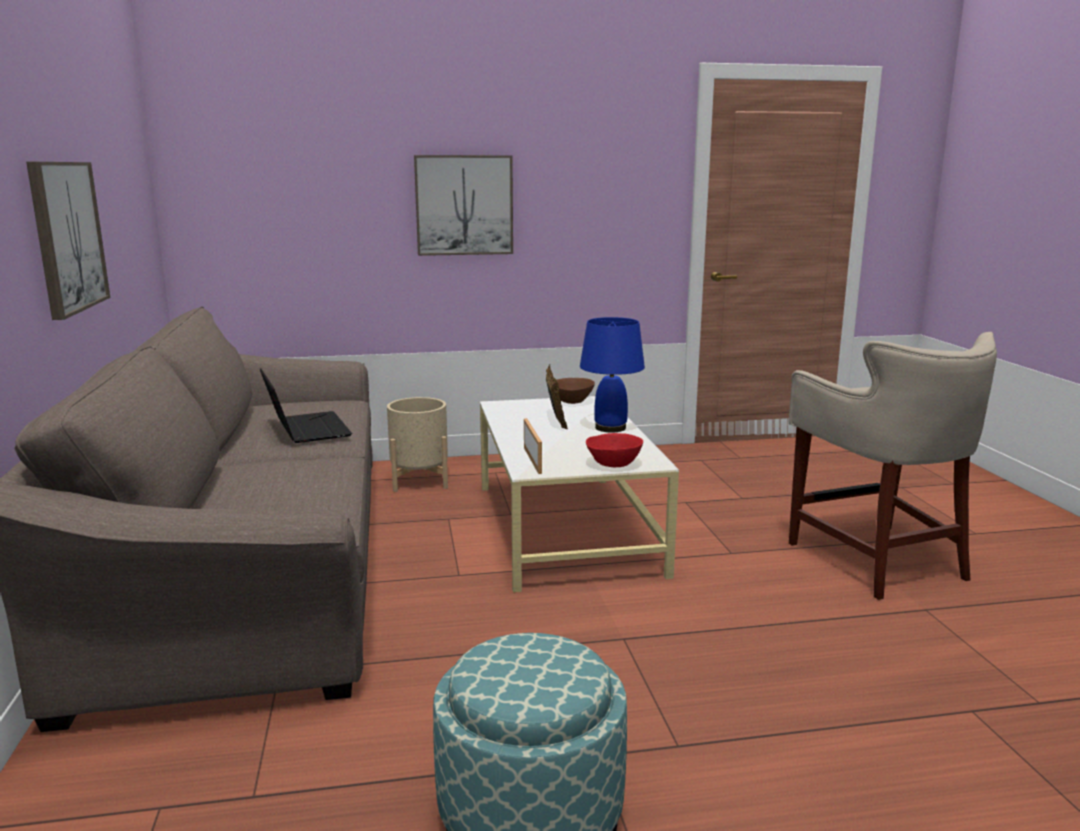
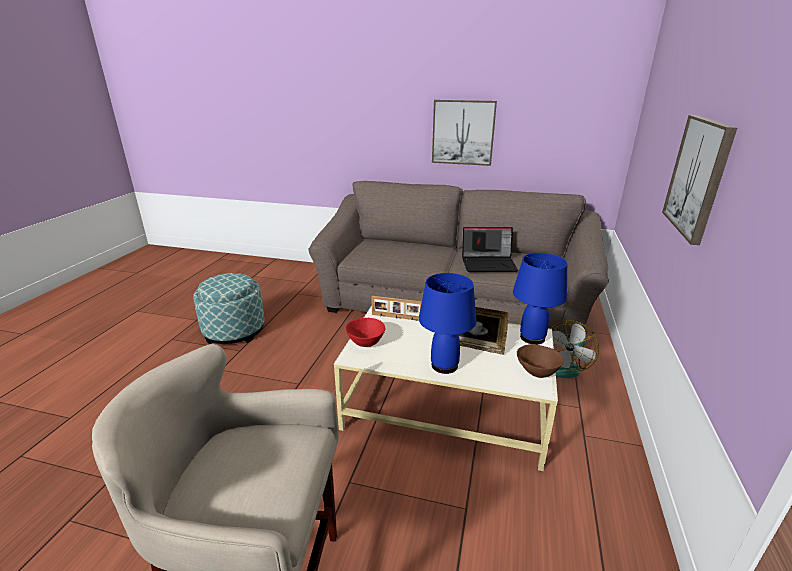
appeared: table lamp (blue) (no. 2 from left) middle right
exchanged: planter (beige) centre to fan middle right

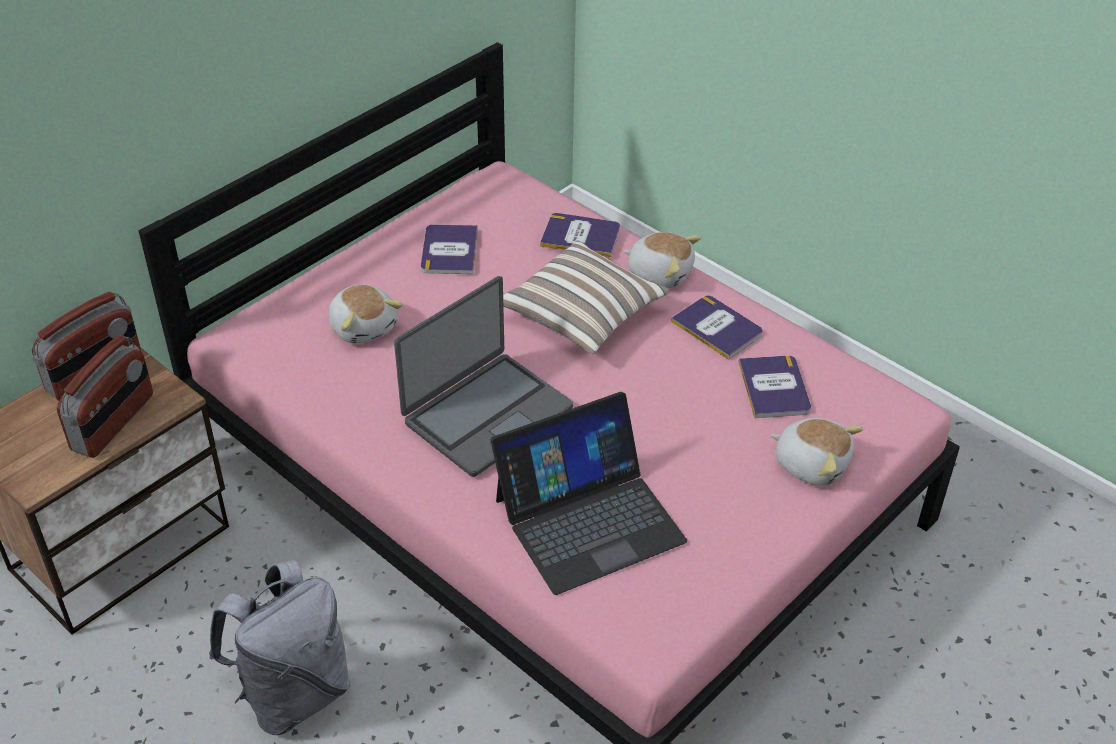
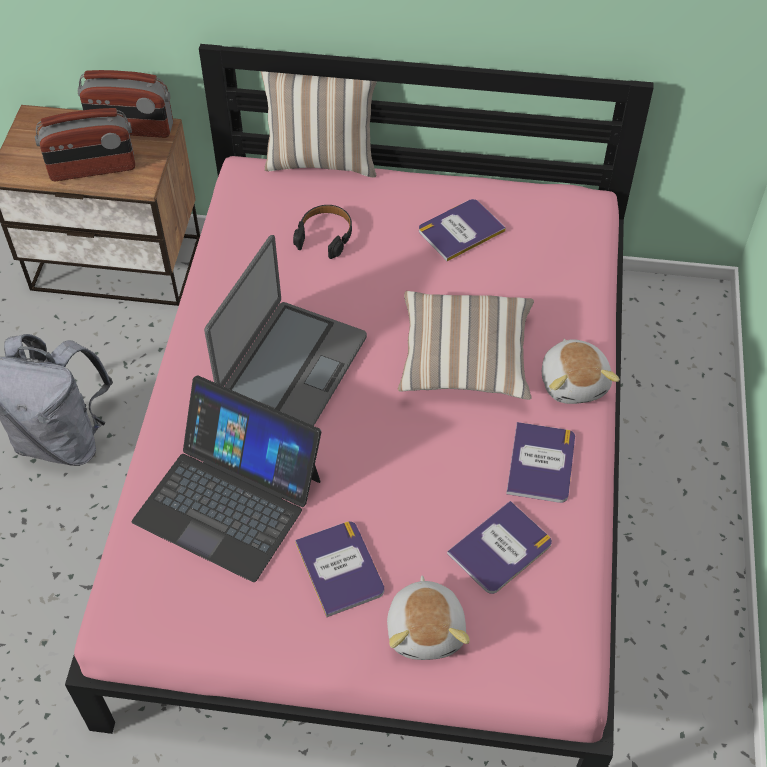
appeared: pillow (no. 1 from left) top centre
relocated: book (no. 2 from left in the first image) top centre to book (no. 1 from left) bottom centre
exchanged: plush toy (no. 1 from left) middle left to headphones (black) top centre
spun: laptop (no. 1 from left in the first image) centre = centre 75 degrees counterclockwise

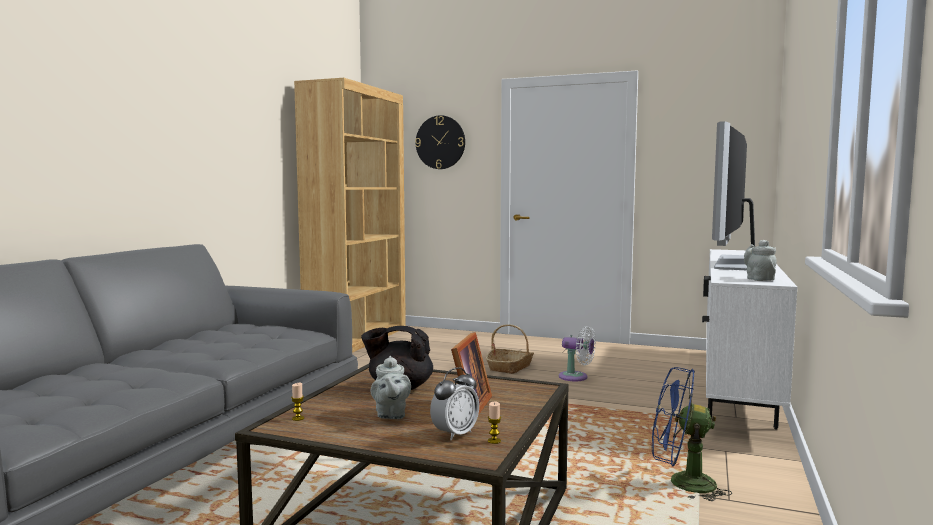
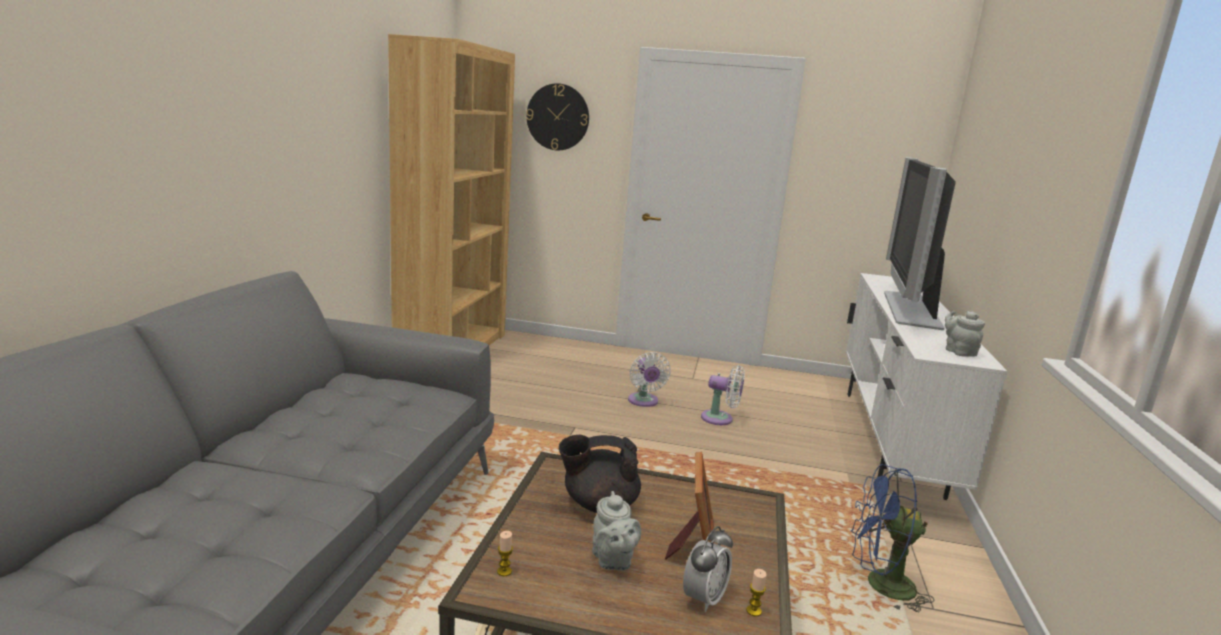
exchanged: basket centre to fan (white) (no. 1 from left) centre

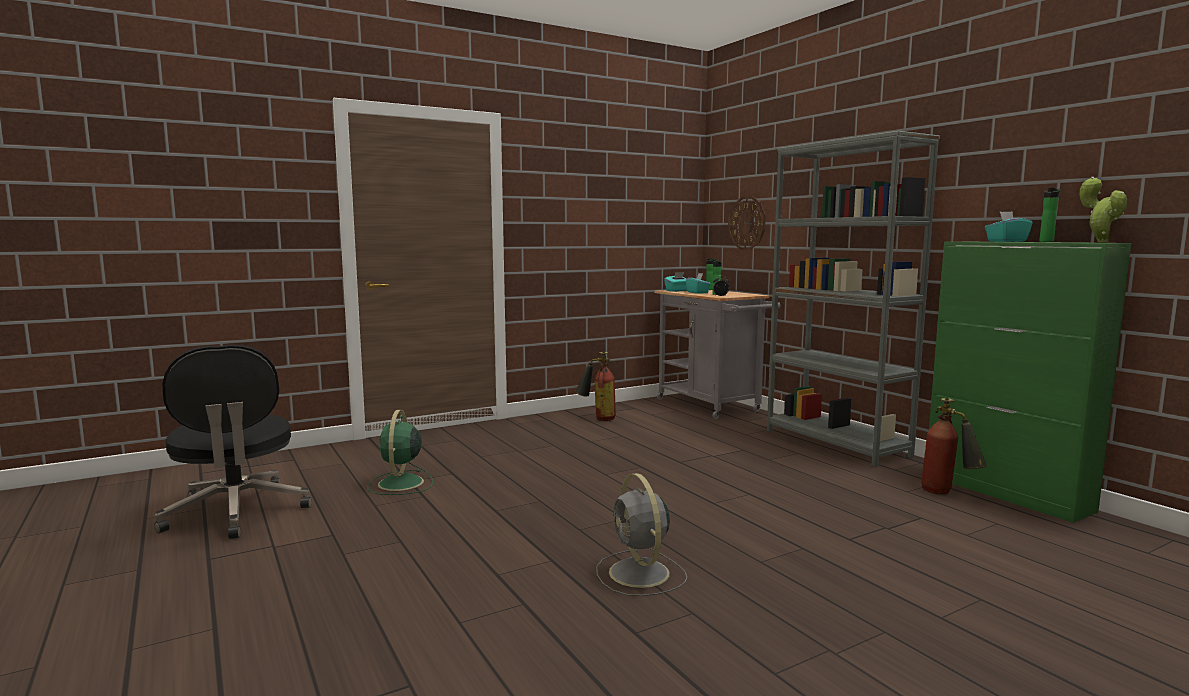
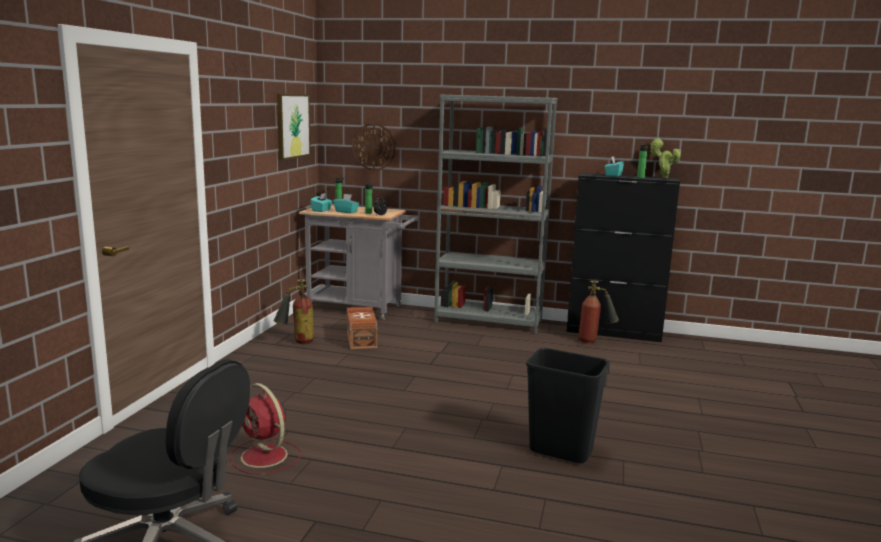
appeared: picture top centre; storage box (brown) centre
exchanged: fan (grey) bottom centre to trash can (black) bottom centre
colour: fan (green) centre to fan (red) bottom left; cabinet (green) middle right to cabinet (black) middle right

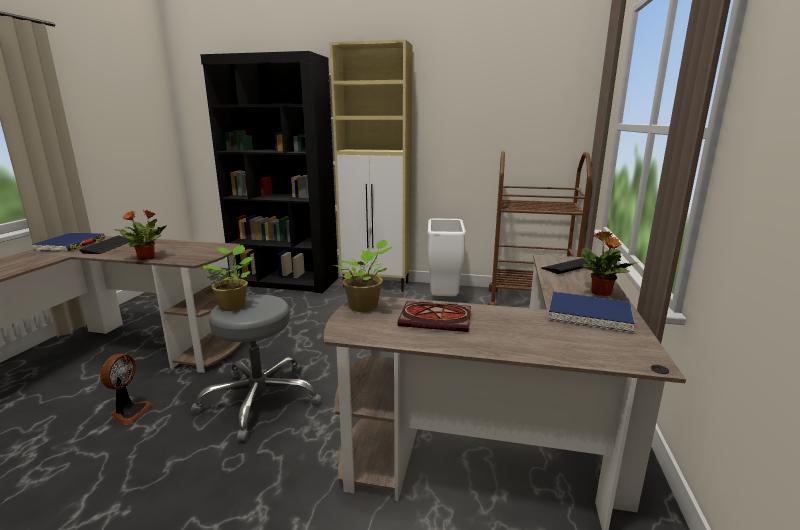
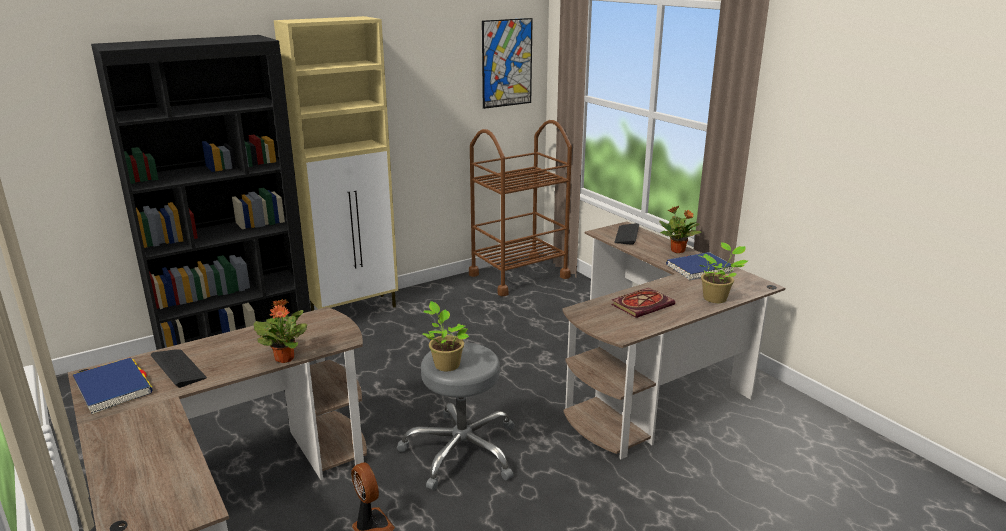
missing: trash can (white) centre
appeared: picture top centre
relocated: potted plant (no. 3 from left in the first image) centre to potted plant (no. 4 from left) middle right

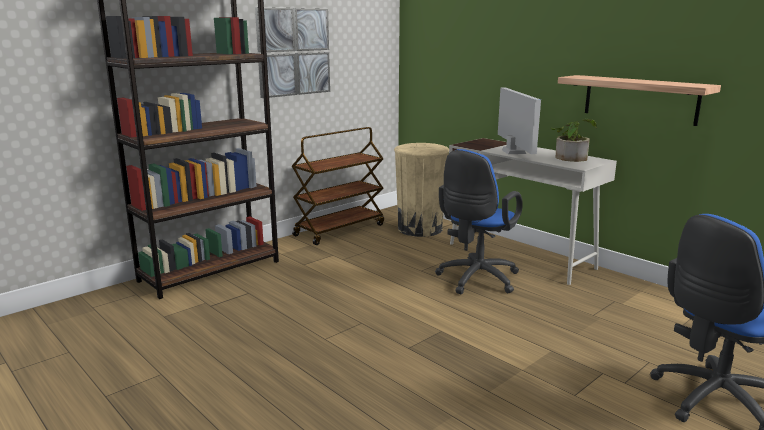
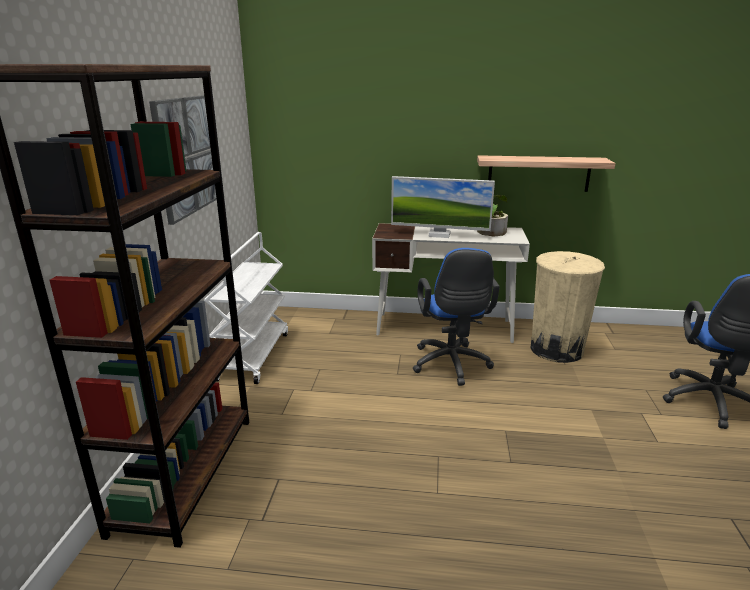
relocated: trash can (beige) centre to middle right
colour: cart (brown) centre to cart (white) middle left
spun: monitor top right = centre 150 degrees clockwise

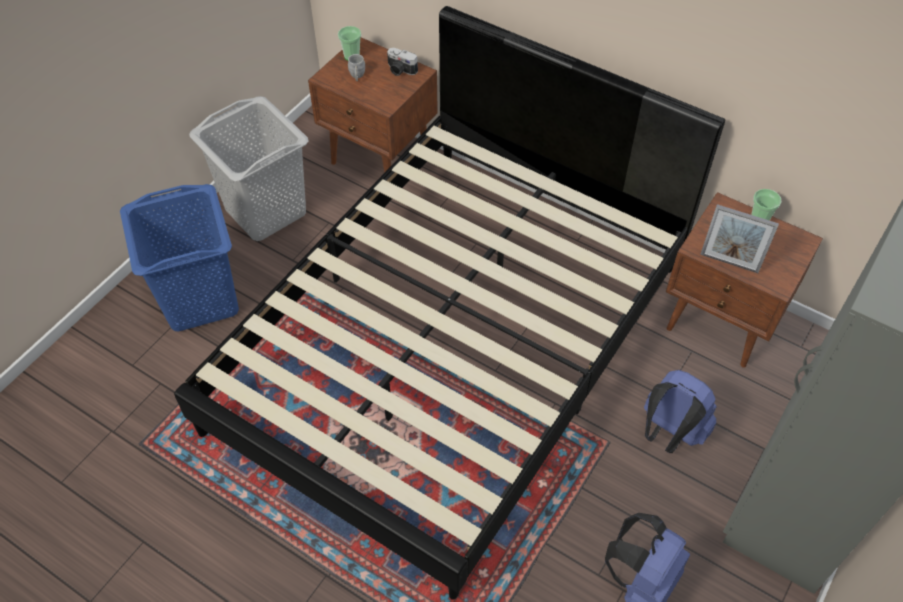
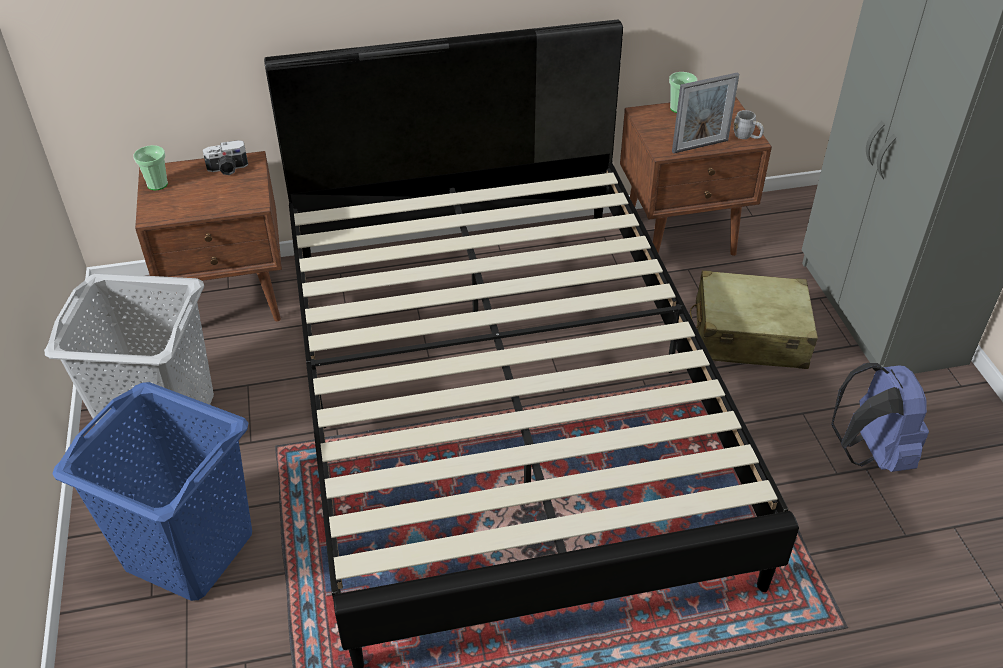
relocated: mug (grey) top centre to top right
exchanged: backpack (blue) (no. 2 from left) bottom right to suitcase (beige) middle right

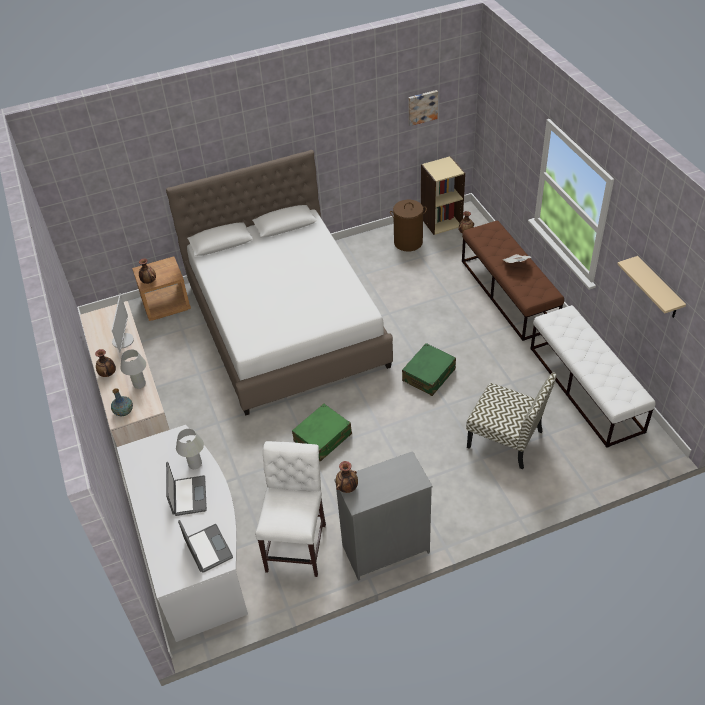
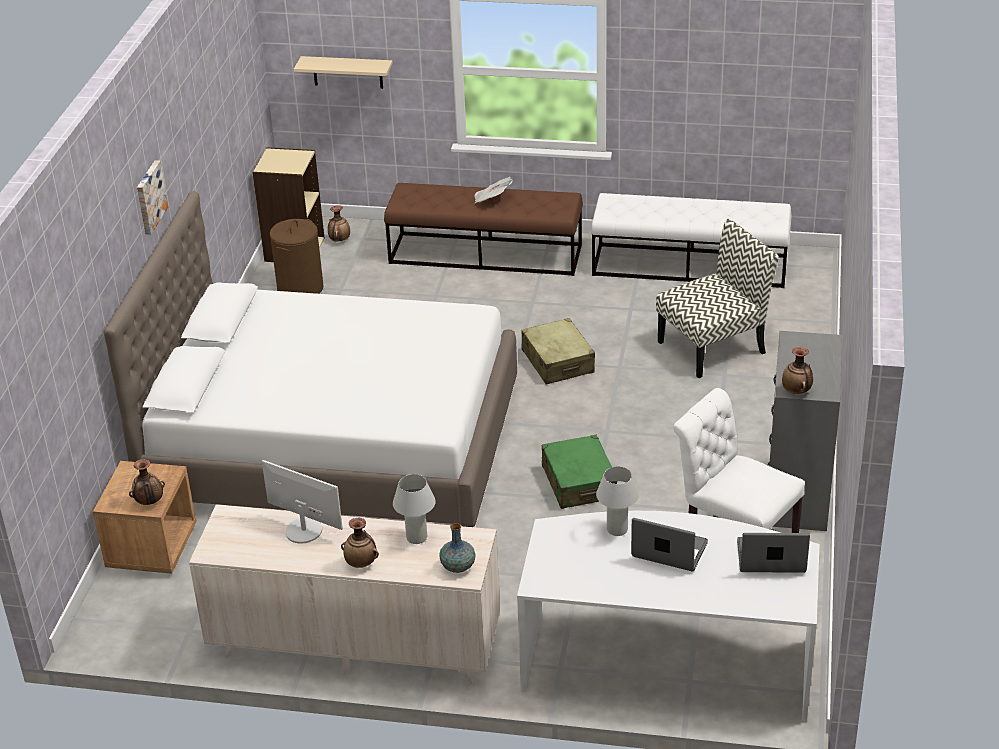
relocated: picture top centre to top left; shelf (beige) middle right to top centre
colour: suitcase (green) (no. 2 from left) centre to suitcase (beige) centre

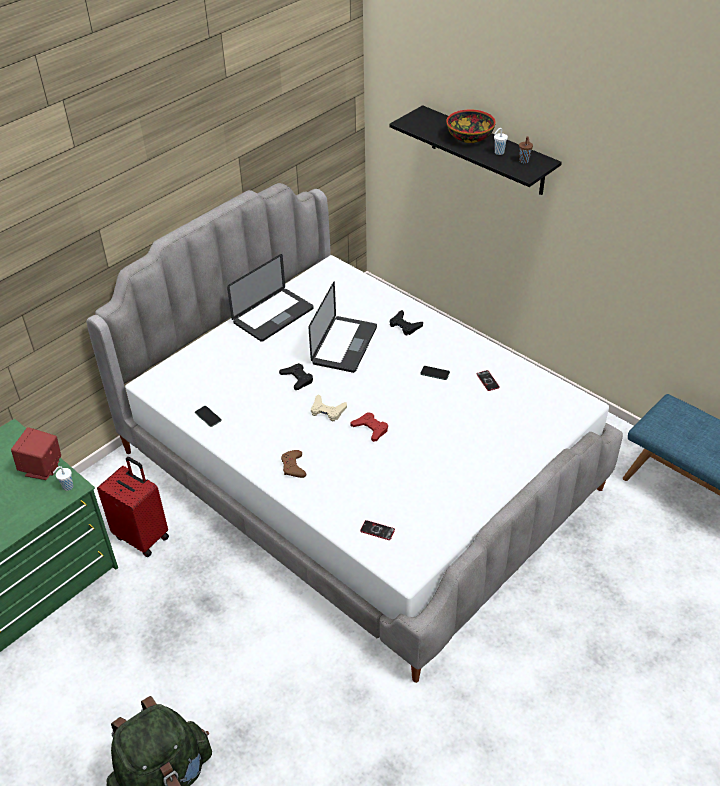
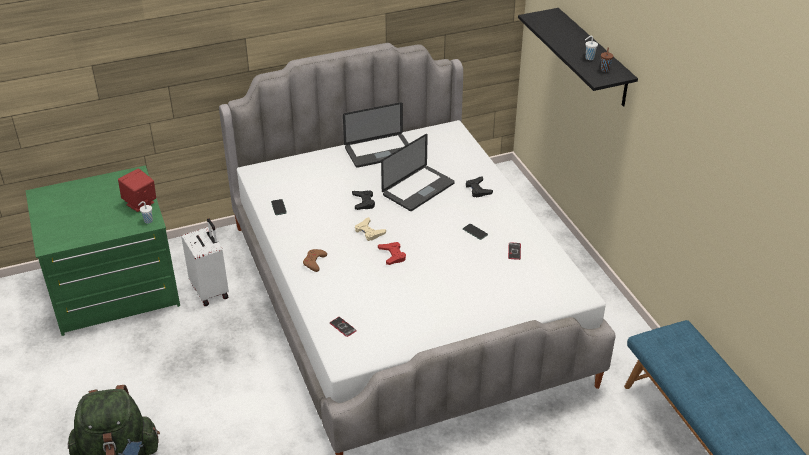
missing: bowl top centre
colour: suitcase (red) middle left to suitcase (white) middle left

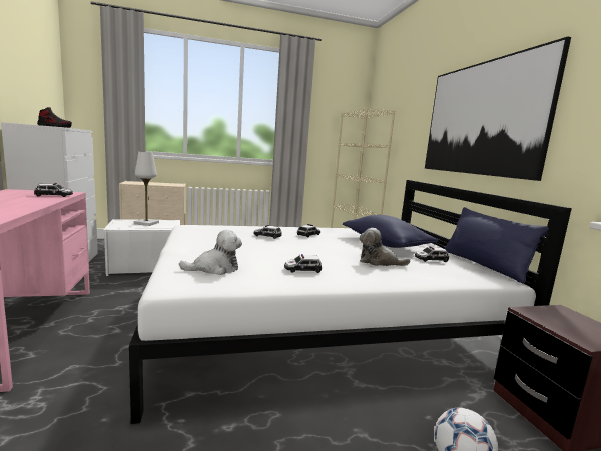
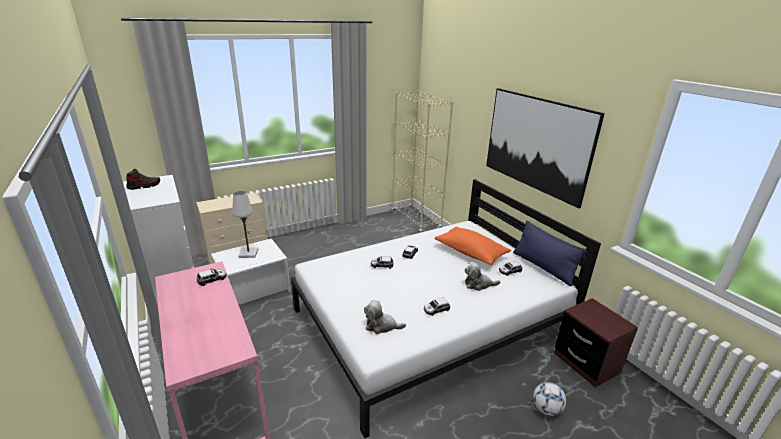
colour: pillow (blue) (no. 1 from left) centre to pillow (orange) centre
spun: plush toy (no. 1 from left) centre = bottom centre 135 degrees counterclockwise

